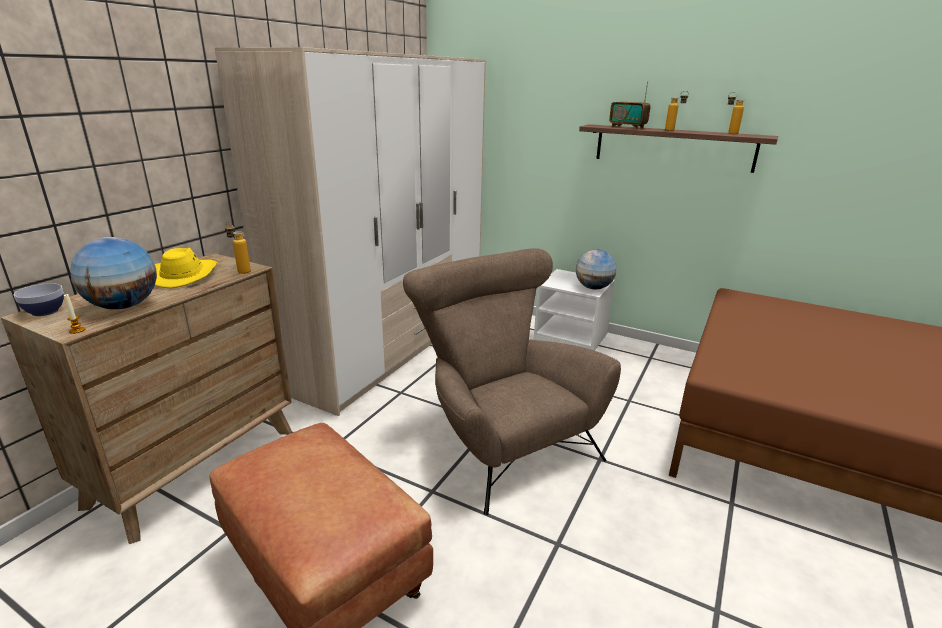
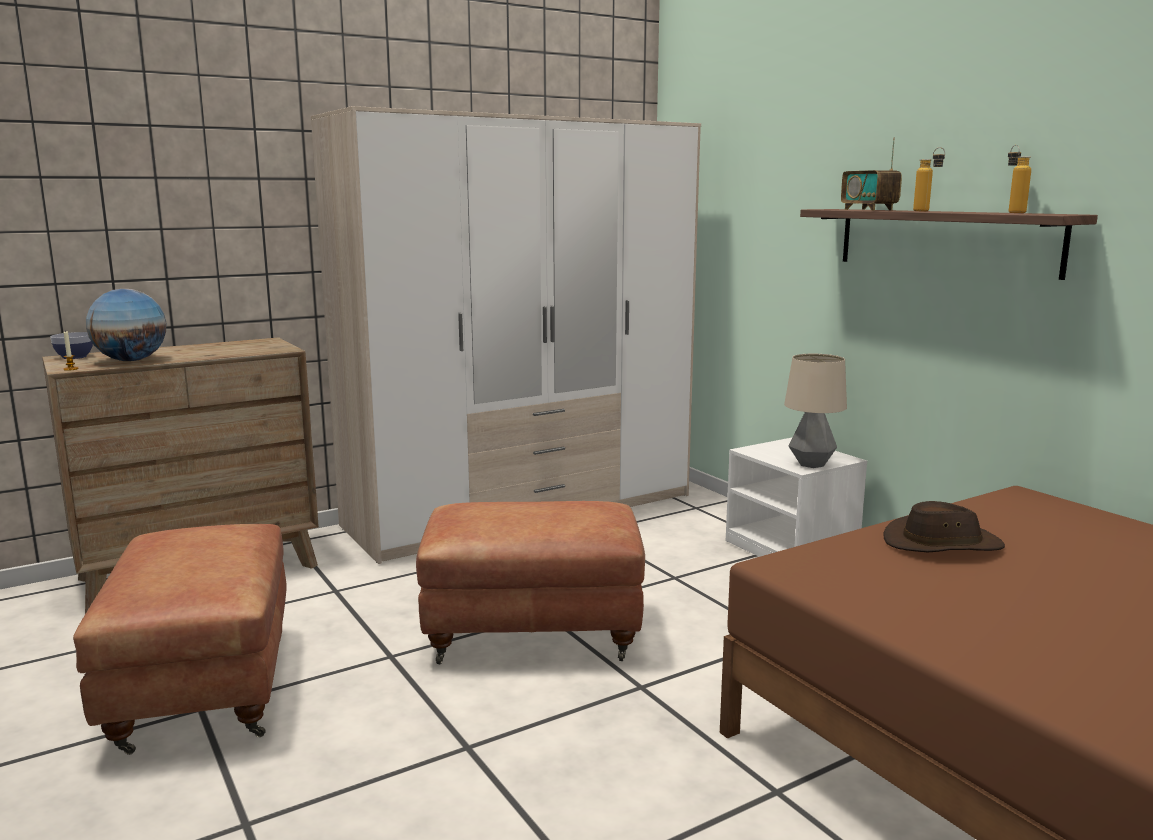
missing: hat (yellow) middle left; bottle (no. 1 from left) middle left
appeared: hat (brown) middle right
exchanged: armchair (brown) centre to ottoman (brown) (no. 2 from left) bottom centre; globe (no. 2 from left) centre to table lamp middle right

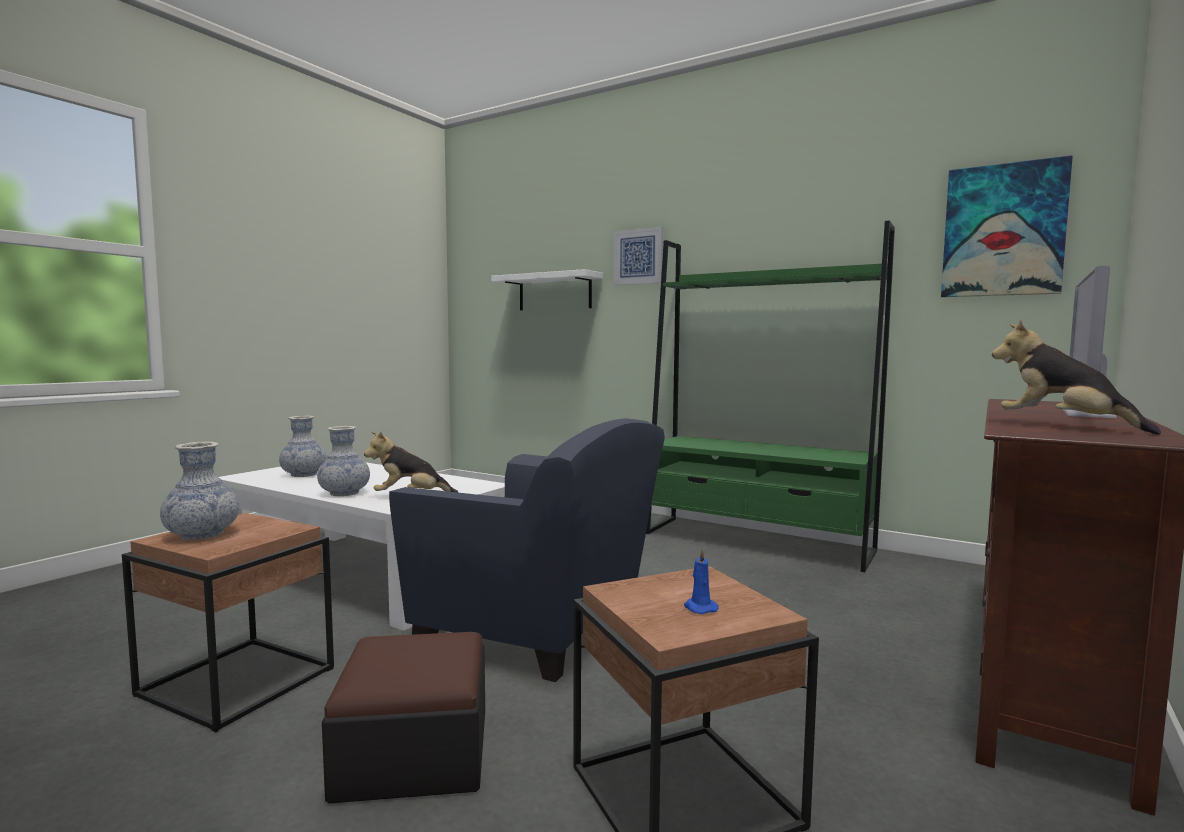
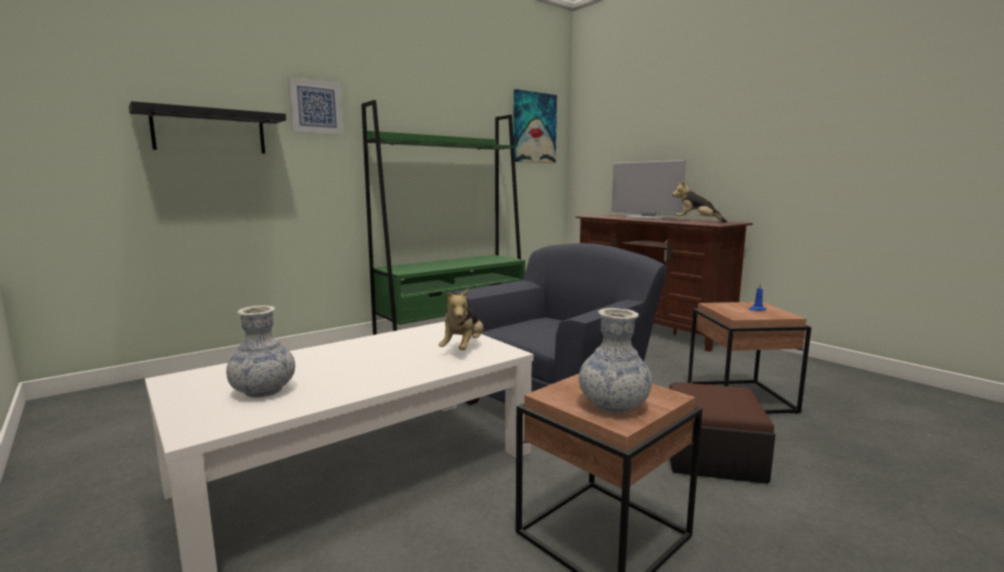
missing: vase (no. 3 from left) middle left
colour: shelf (white) centre to shelf (black) top left
spun: plush toy (no. 2 from left) middle right = middle right 45 degrees clockwise

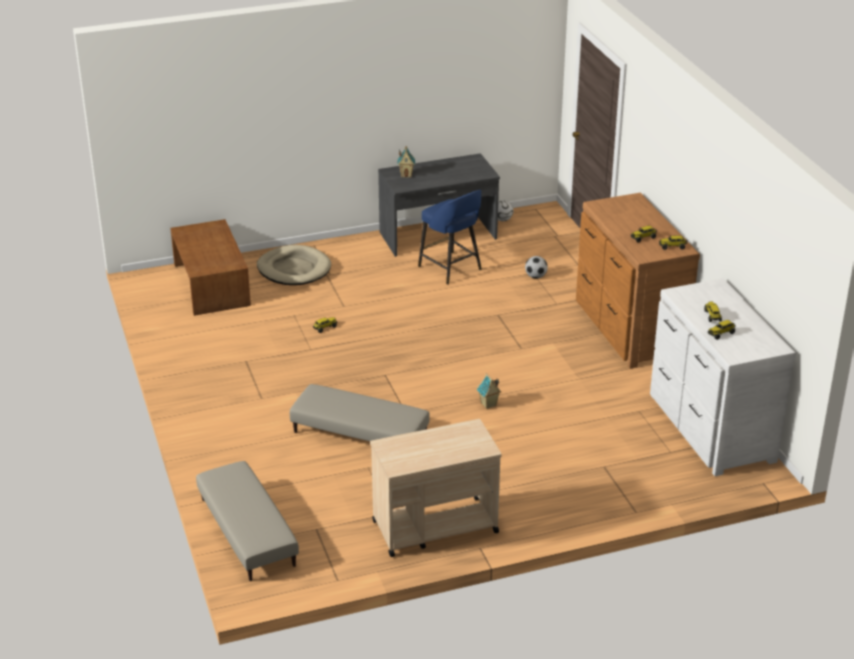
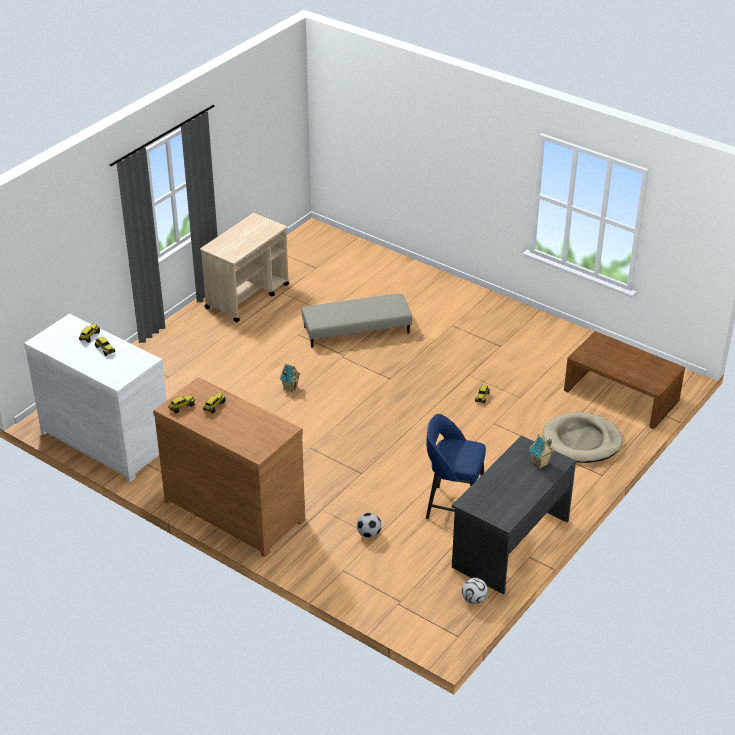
missing: ottoman (beige) (no. 1 from left) bottom left

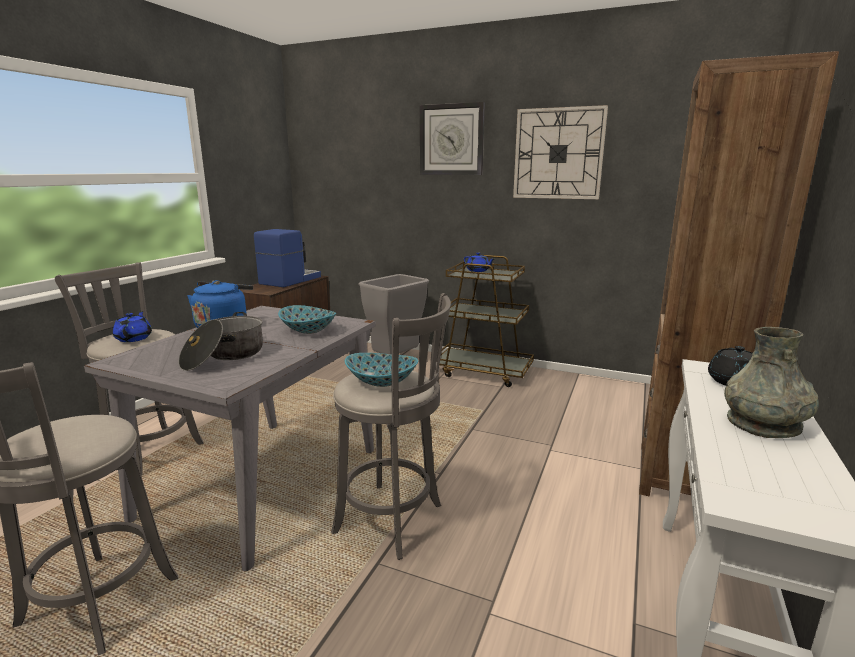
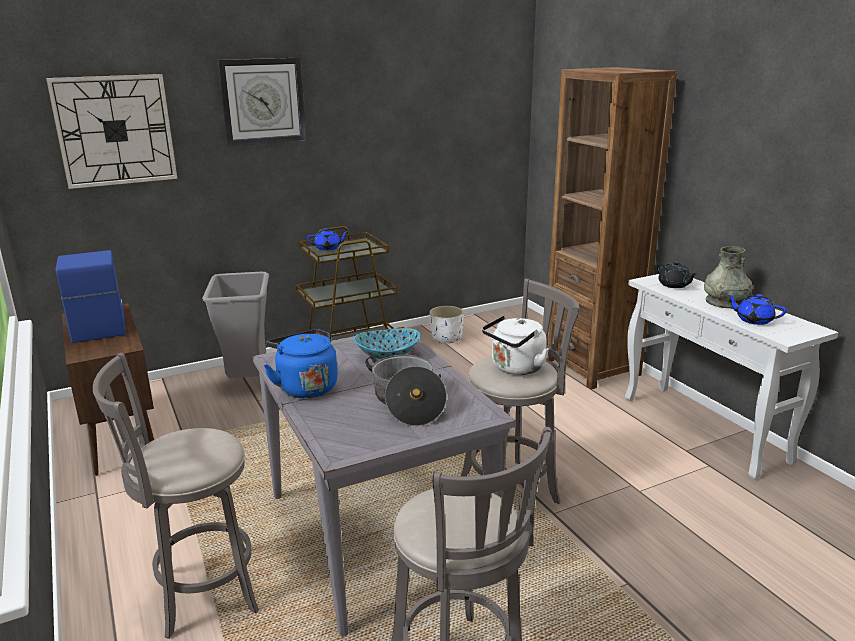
appeared: planter (white) centre
relocated: teapot (blue) (no. 1 from left in the first image) middle left to teapot (blue) (no. 2 from left) middle right; wall clock (no. 2 from left in the first image) top centre to wall clock (no. 1 from left) top left
exchanged: bowl (no. 2 from left) centre to kettle (white) centre

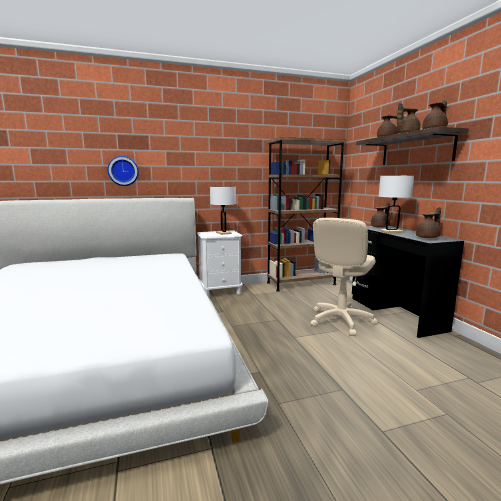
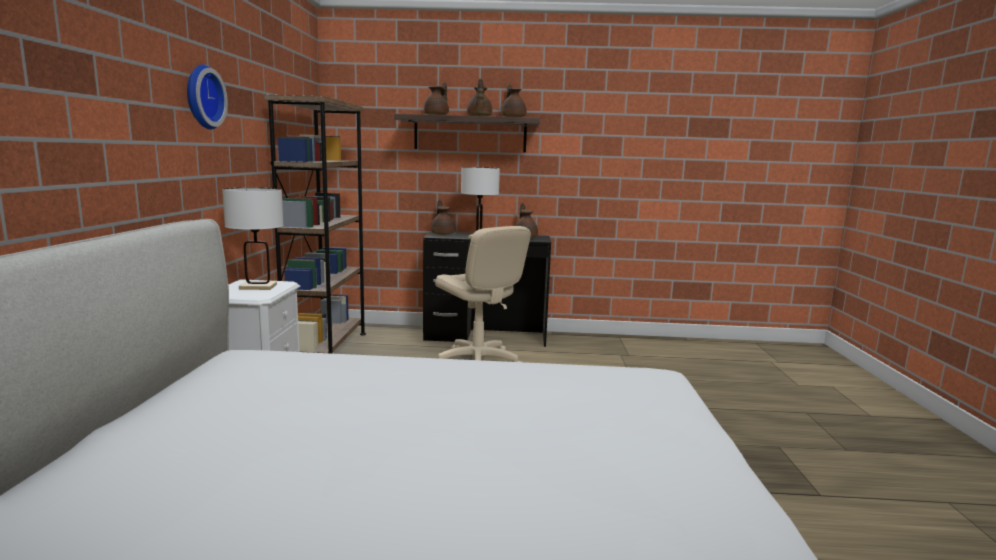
relocated: wall clock middle left to top left

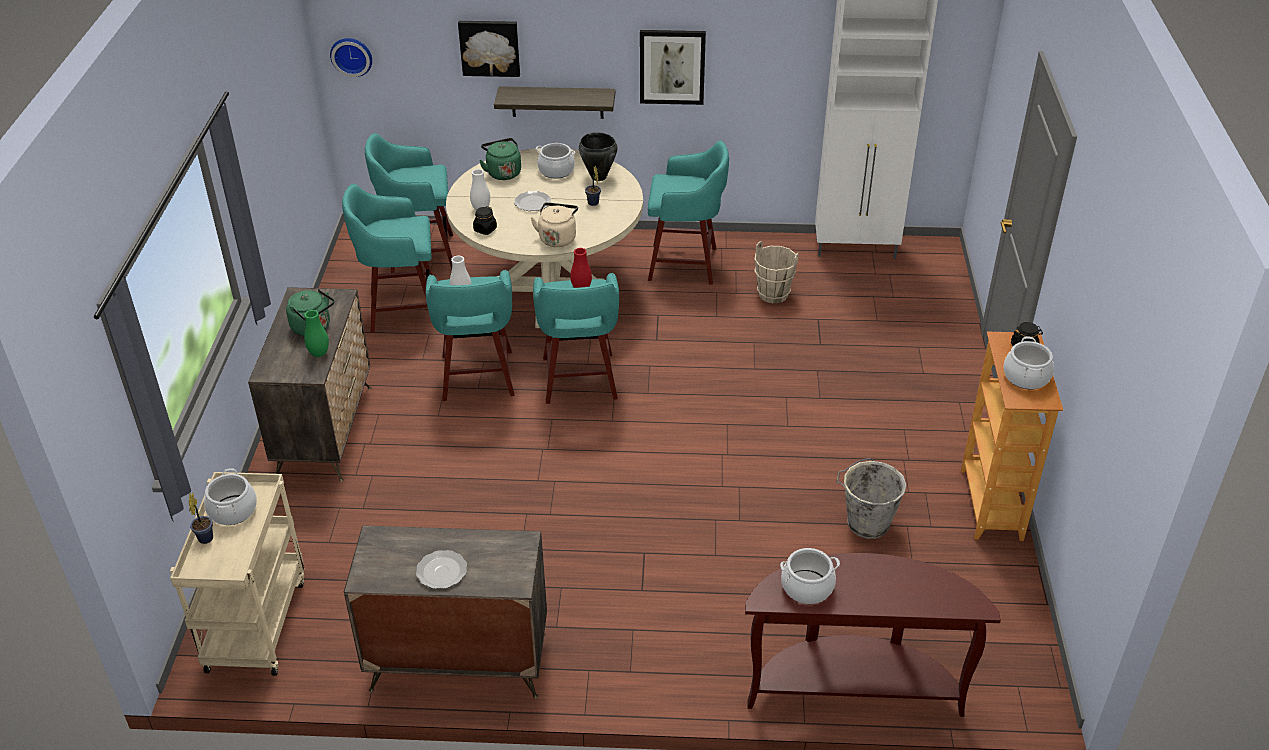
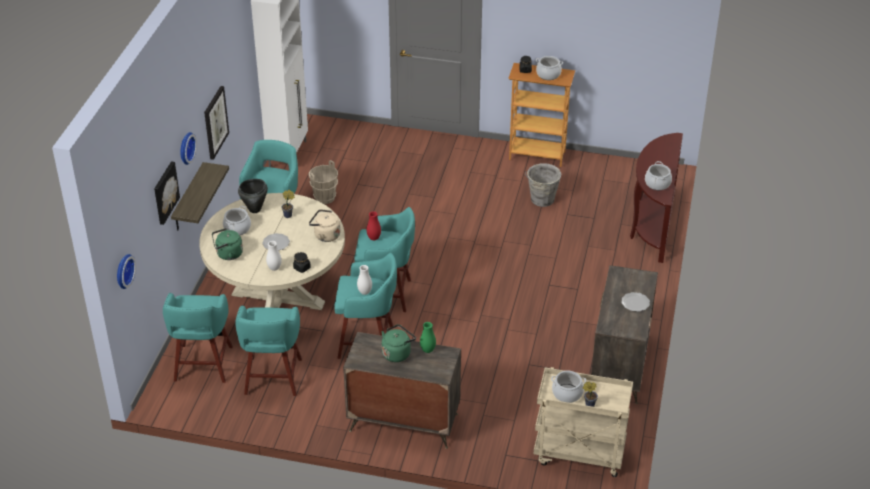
appeared: wall clock (no. 2 from left) top left

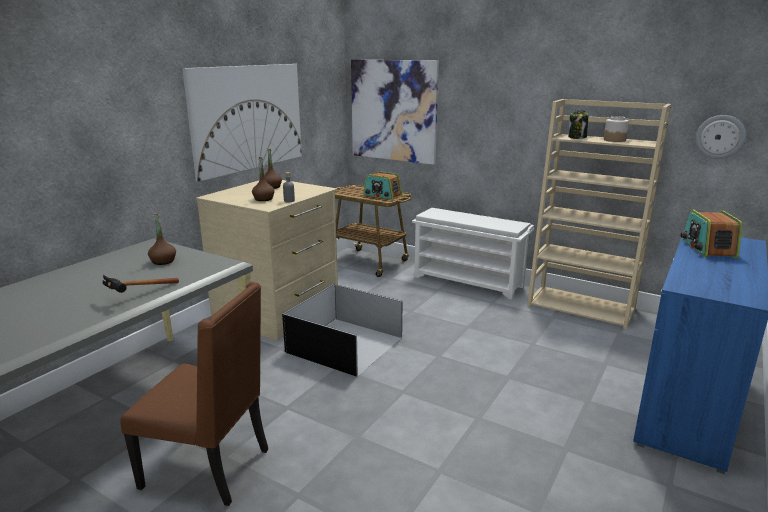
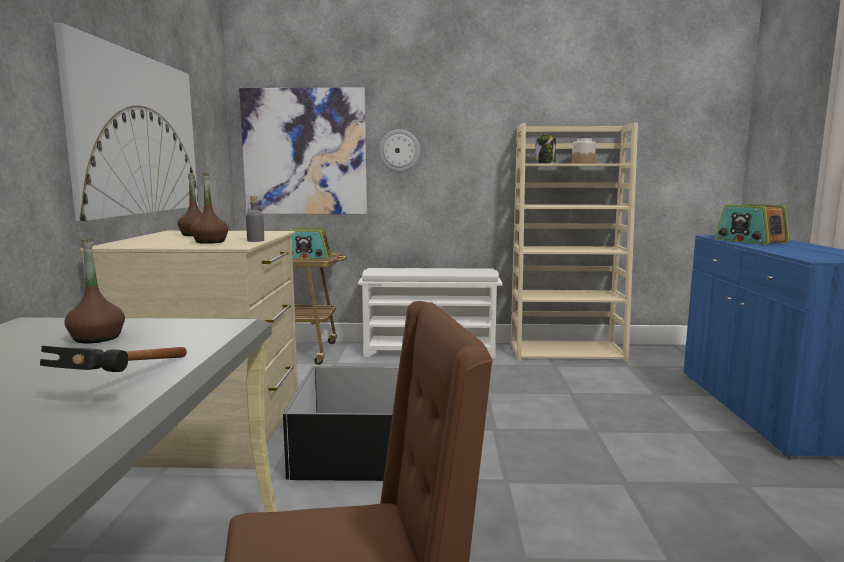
relocated: wall clock top right to top centre

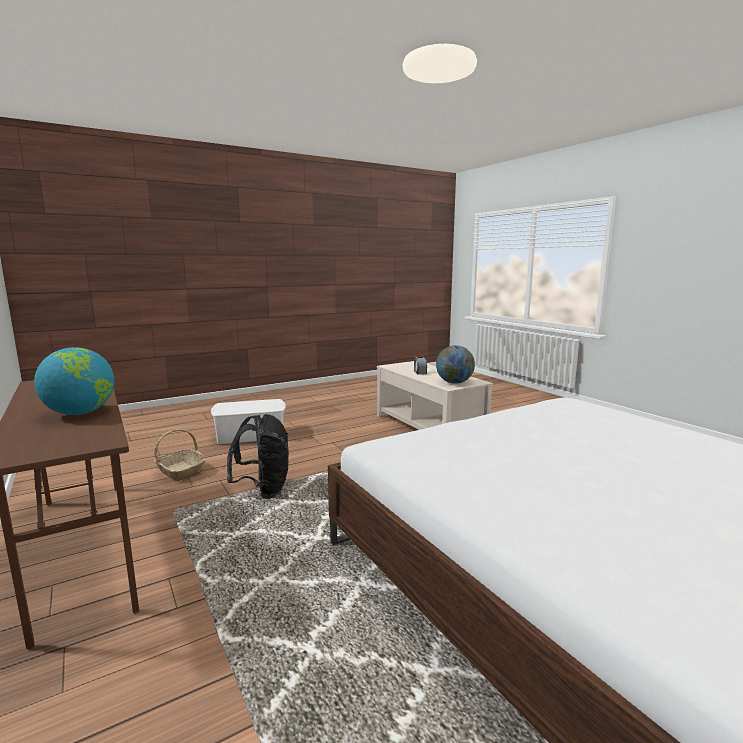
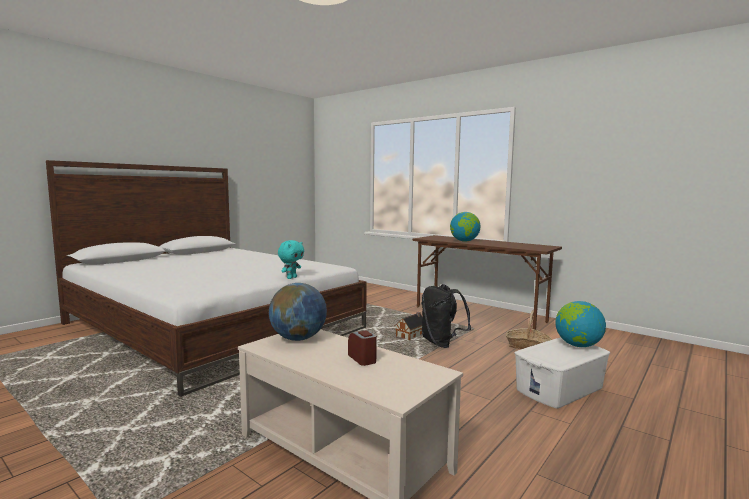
appeared: plush toy (turquoise) centre; toy house centre; globe (no. 3 from left) middle right

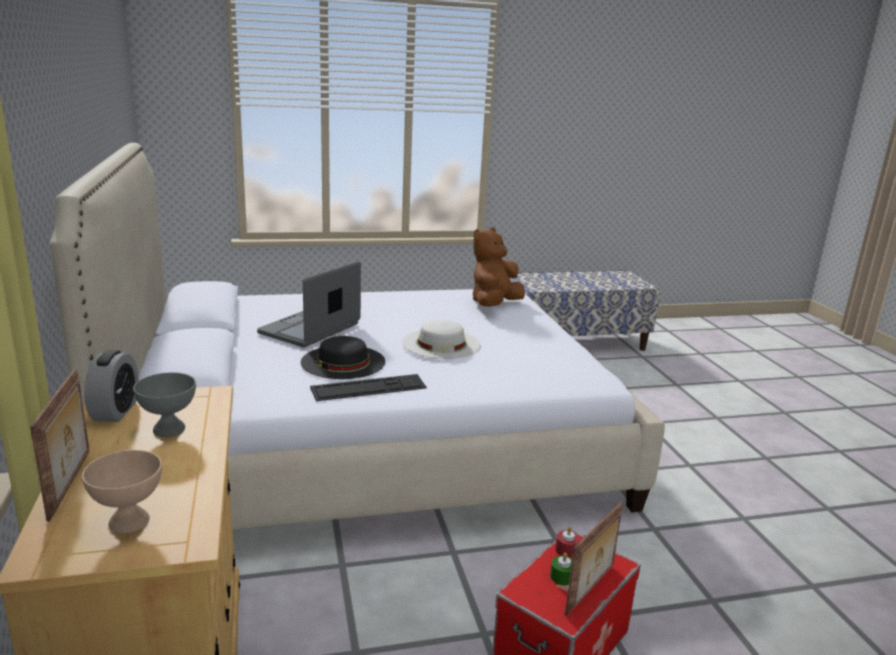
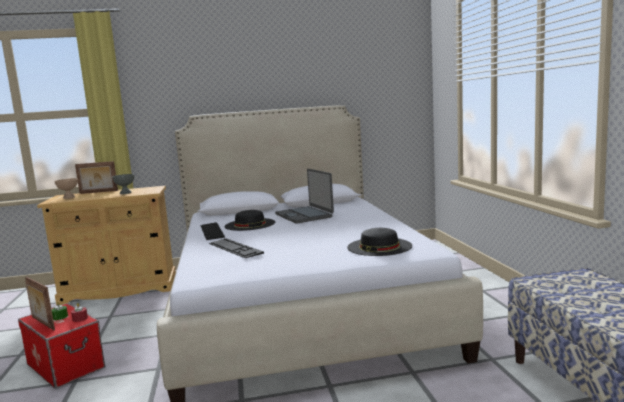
missing: alarm clock middle left; hat (white) centre
appeared: keyboard (no. 2 from left) centre
exchanged: plush toy (brown) centre to hat (black) (no. 2 from left) centre
spun: laptop centre = centre 150 degrees counterclockwise

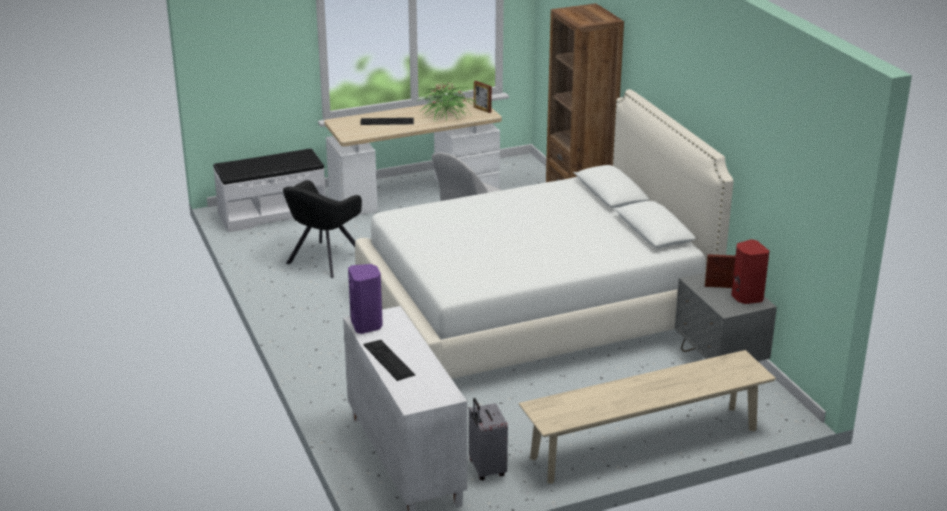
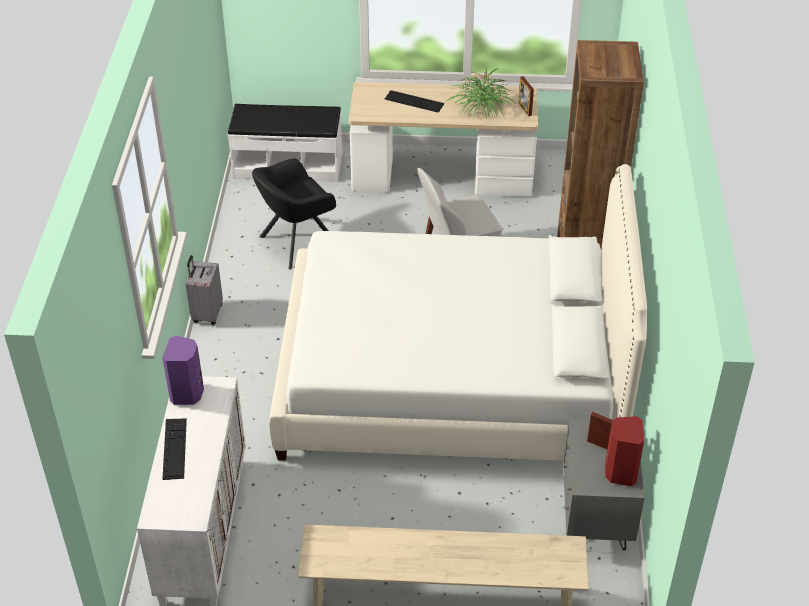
relocated: suitcase (grey) bottom centre to middle left

